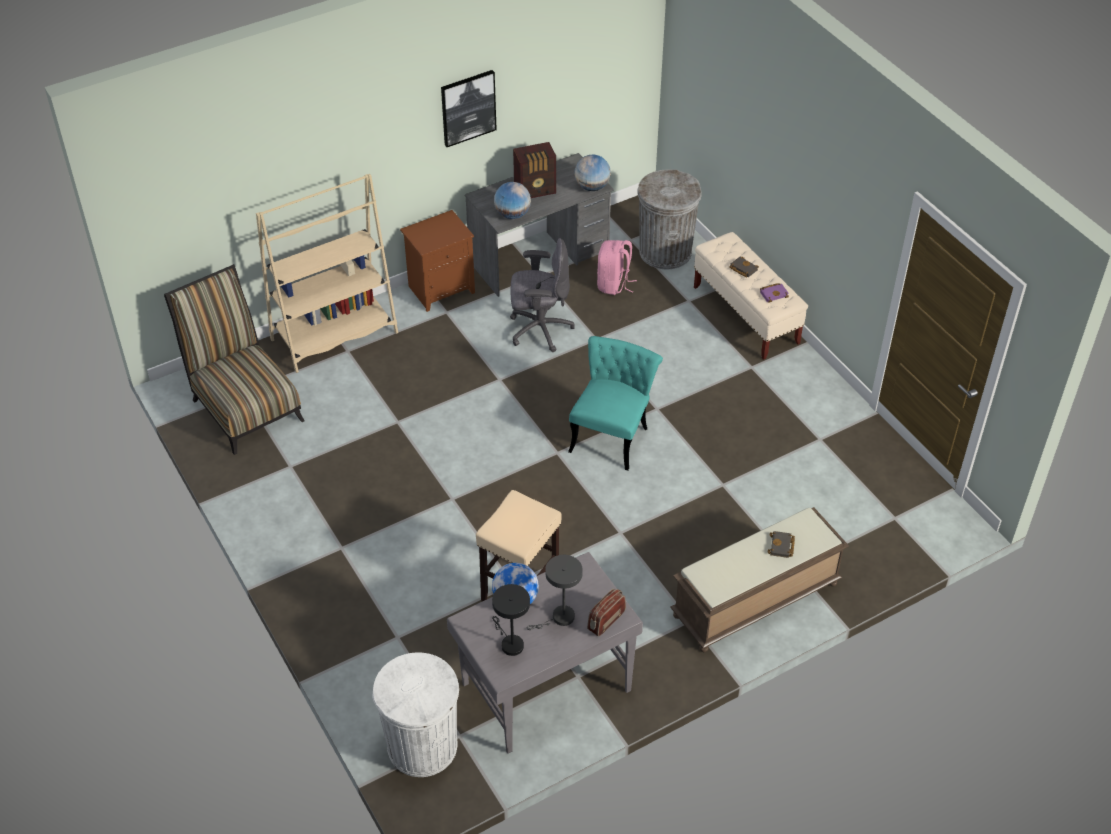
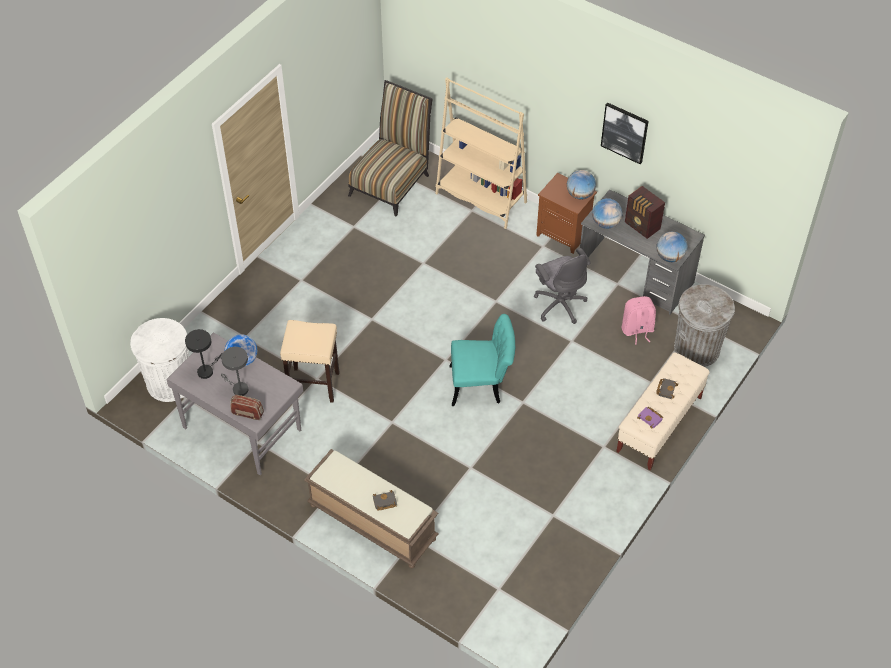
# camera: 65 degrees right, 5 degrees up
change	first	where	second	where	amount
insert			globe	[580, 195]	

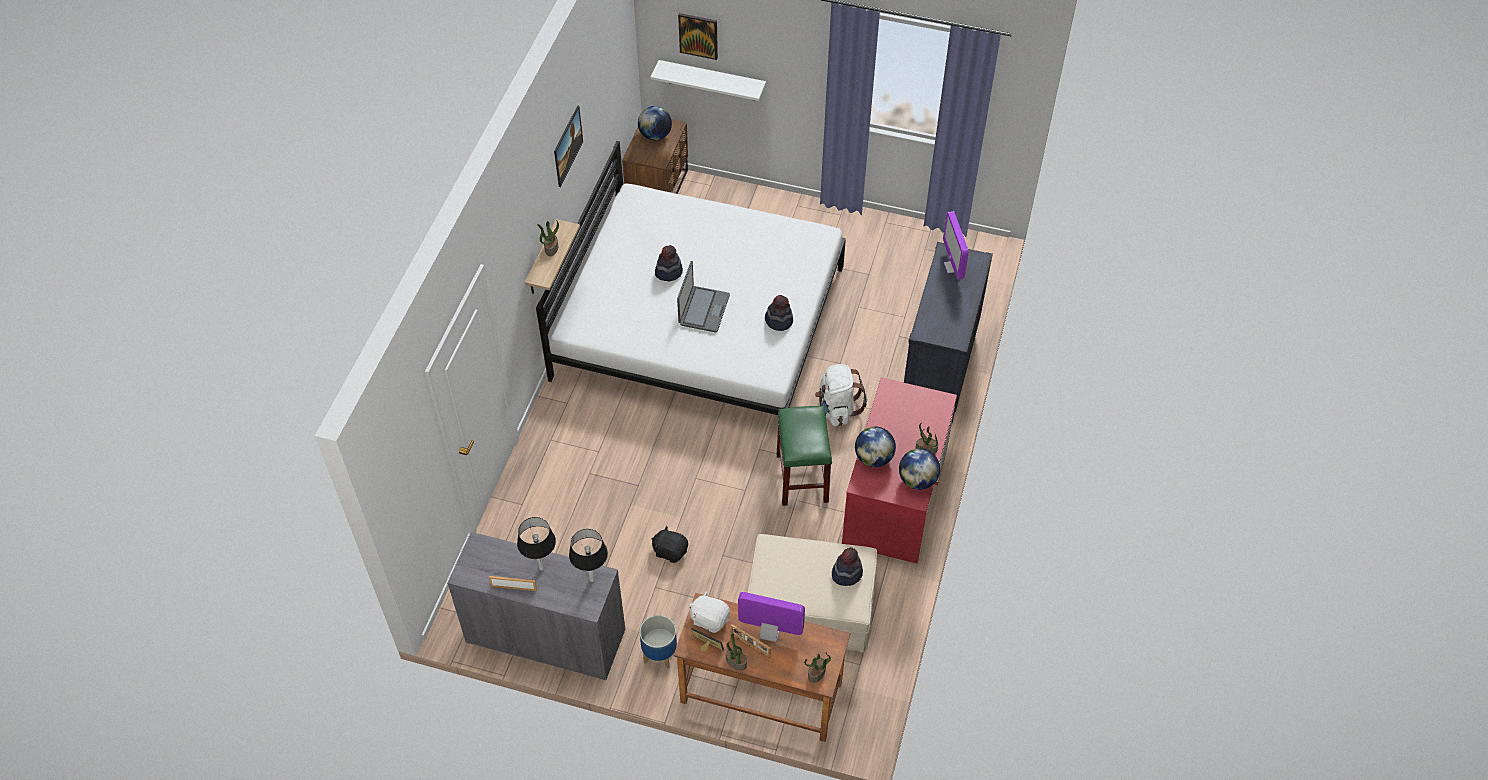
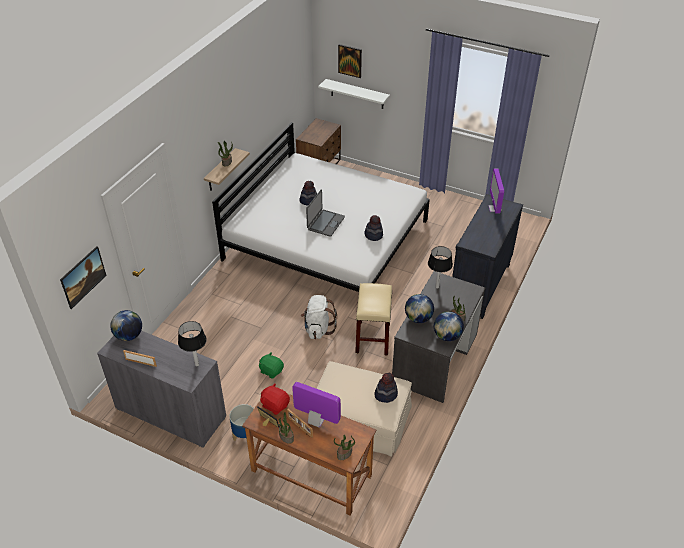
# camera: 10 degrees right, 10 degrees down
change	first	where	second	where	amount
move	wall picture	[569, 155]		[85, 284]	
move	globe	[655, 135]		[129, 335]	
move	backpack (white-coloured)	[837, 408]		[318, 328]	
recolor	desk unit (reddish)	[895, 497]	desk unit (grey)	[435, 358]	
recolor	sitting stool (greenish)	[801, 477]	sitting stool (beige)	[372, 337]	
move	table lamp	[541, 568]		[437, 287]	
recolor	plush toy (black)	[670, 551]	plush toy (greenish)	[271, 371]	
recolor	plush toy (white-coloured)	[710, 619]	plush toy (reddish)	[275, 405]	

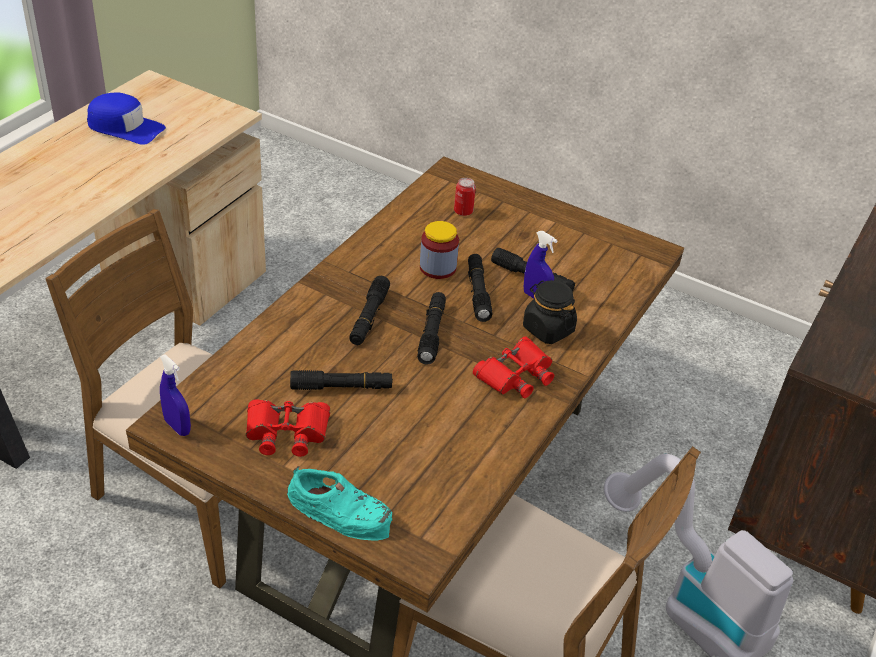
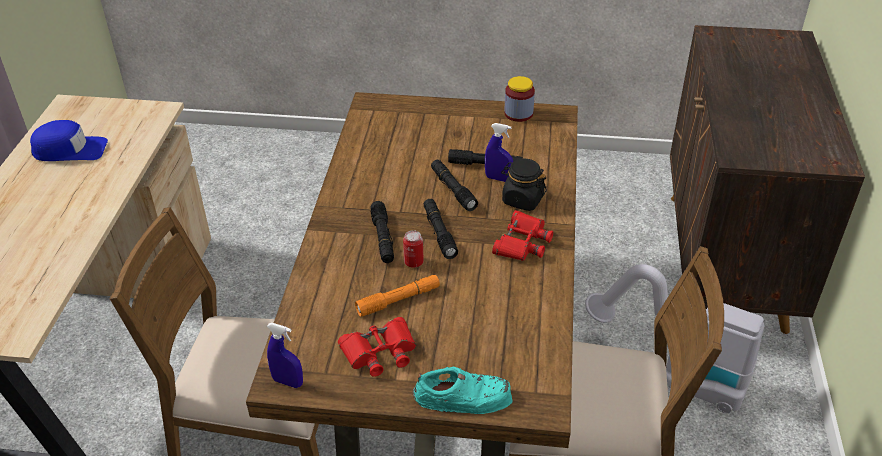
# camera: 20 degrees left, 0 degrees up
change	first	where	second	where	amount
move	sealed can	[463, 211]		[413, 262]	
move	jar	[437, 267]		[518, 113]	
recolor	hand torch (black)	[341, 387]	hand torch (orange)	[398, 300]	

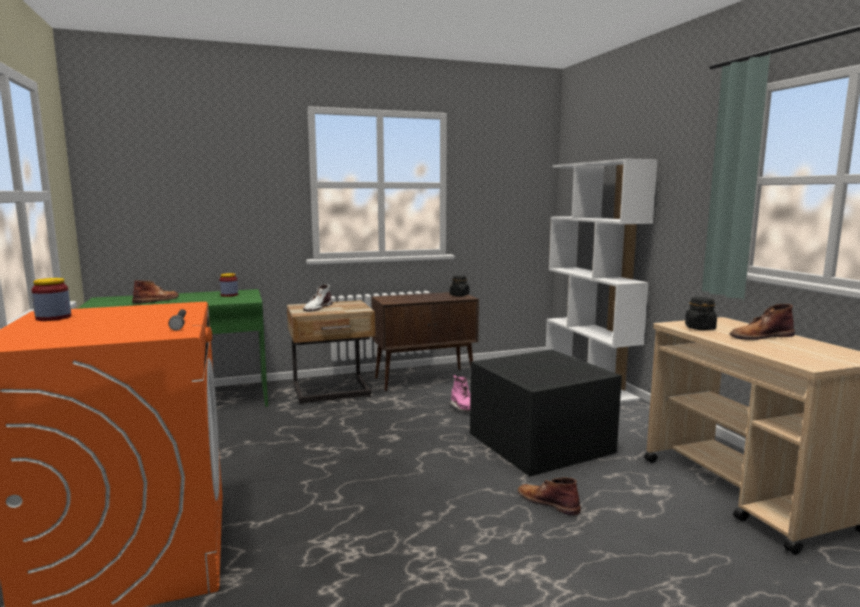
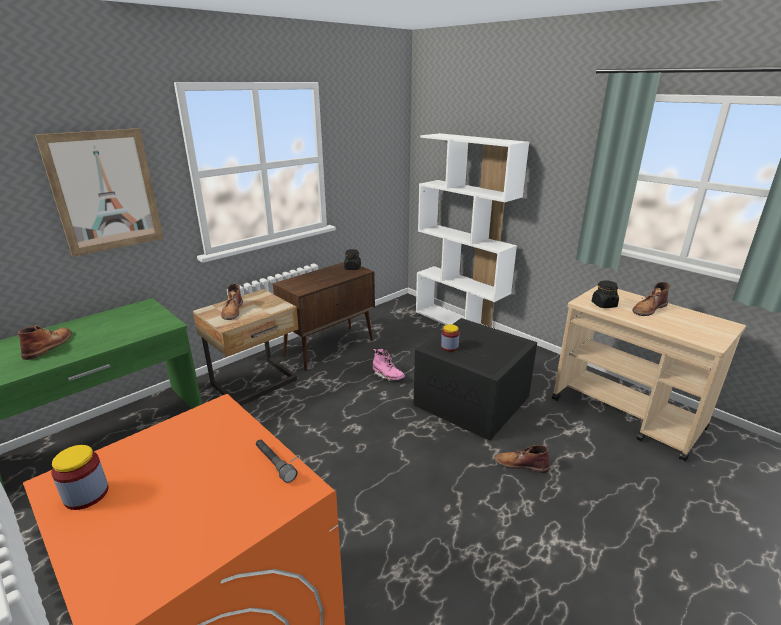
# camera: 25 degrees left, 15 degrees up
change	first	where	second	where	amount
move	jar	[229, 295]		[449, 347]	
recolor	high-top boot (white-coloured)	[317, 307]	high-top boot (brown-coloured)	[232, 311]	
insert			wall picture	[105, 191]	

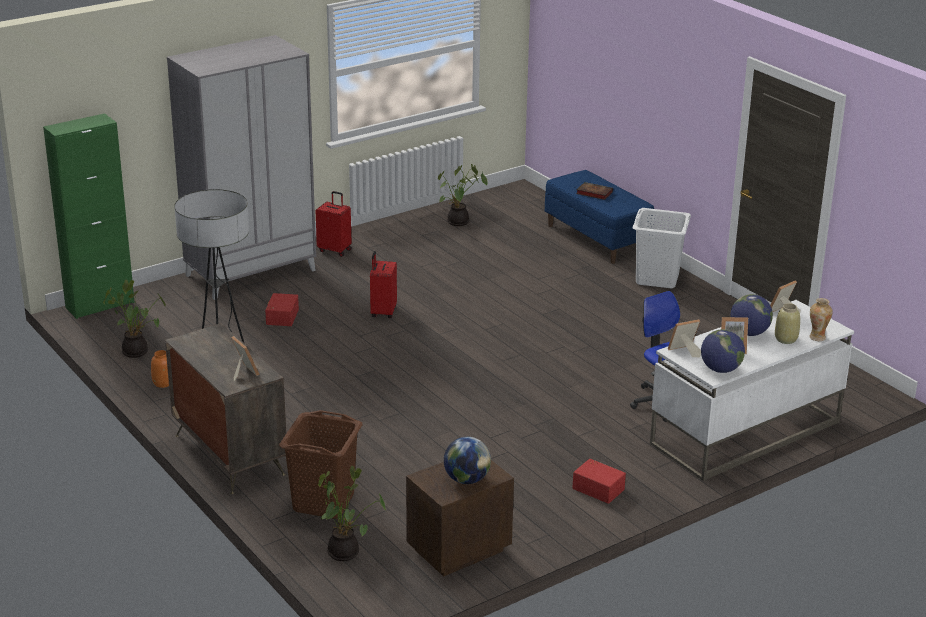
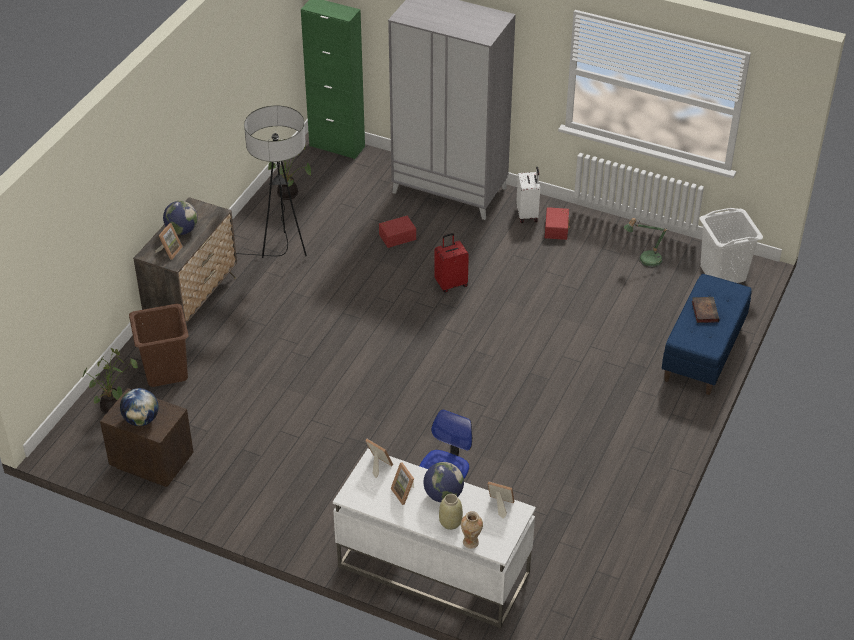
# camera: 60 degrees right, 15 degrees up
change	first	where	second	where	amount
replace	plant in a pot	[459, 223]	table lamp	[646, 259]	
recolor	suitcase (reddish)	[335, 250]	suitcase (white-coloured)	[528, 214]	
move	washing basket (white-coloured)	[657, 279]		[722, 273]	
move	globe	[720, 369]		[182, 230]	
delete	decorative vase (orange)	[163, 383]			
move	storage box (reddish)	[599, 488]		[557, 229]	

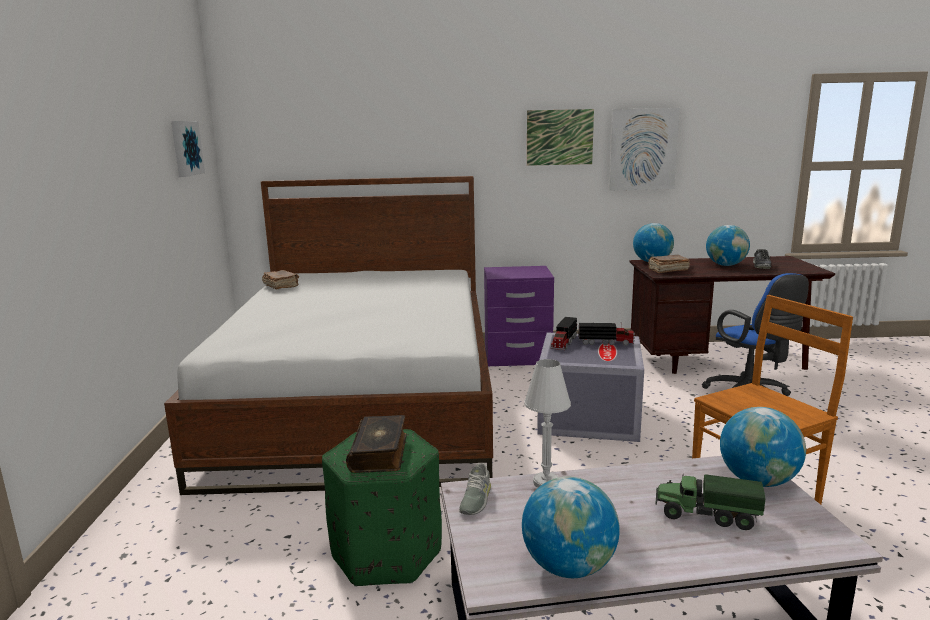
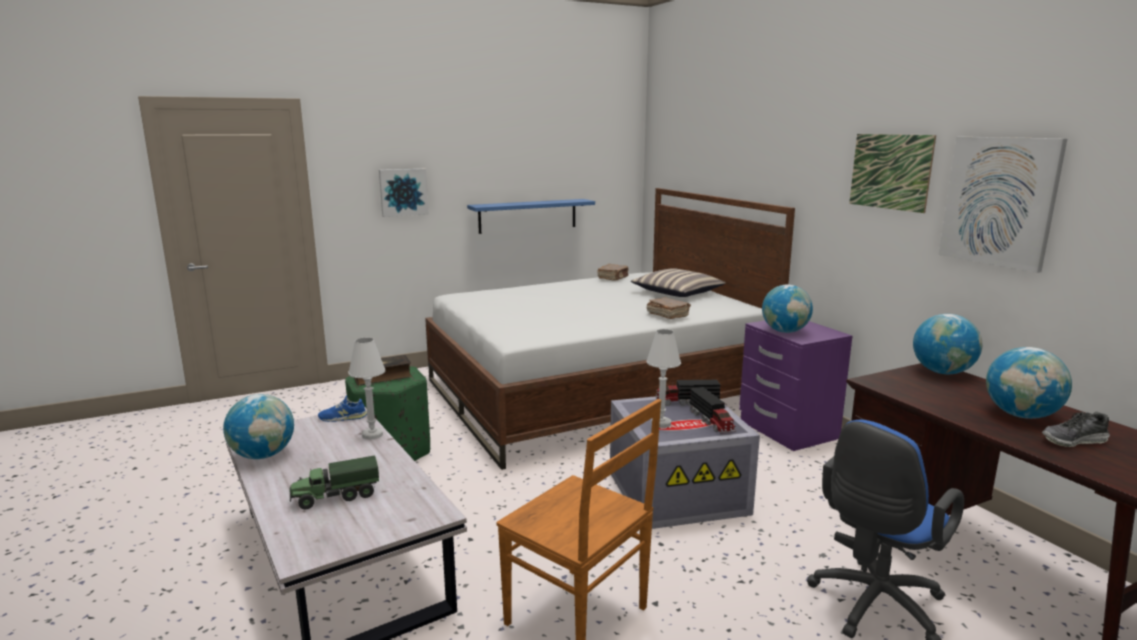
# camera: 65 degrees right, 0 degrees up
change	first	where	second	where	amount
move	wall picture	[185, 148]		[403, 192]	
move	volume (brown-coloured)	[667, 270]		[667, 315]	
move	globe	[758, 481]		[785, 331]	
recolor	item of footwear (grey)	[475, 499]	item of footwear (bluish)	[343, 417]	
rotate	model truck	[706, 515]		[335, 496]	105 degrees counterclockwise
insert			bracket shelf (bluish)	[528, 216]	
insert			cushion	[677, 292]	
insert			table lamp (white-coloured)	[661, 423]	

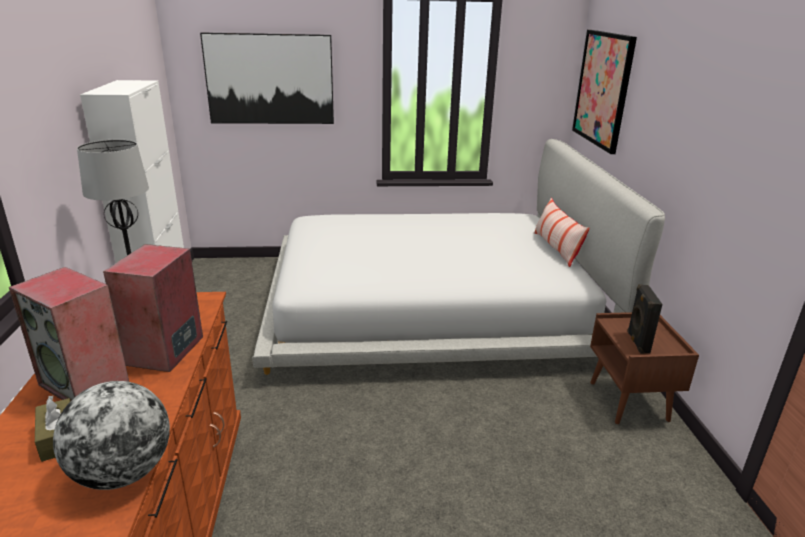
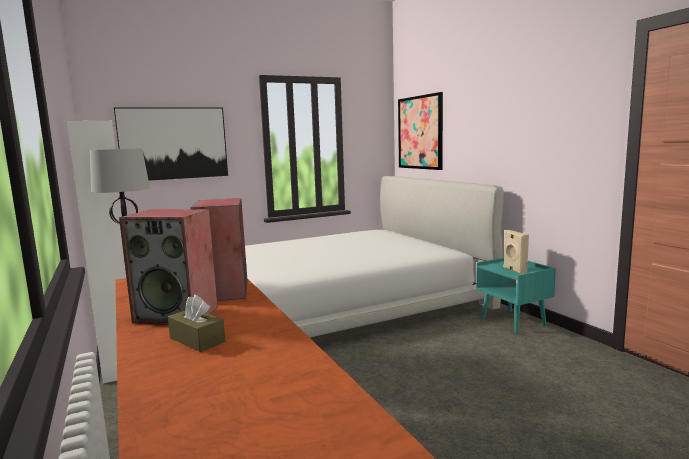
# camera: 20 degrees left, 15 degrees down
change	first	where	second	where	amount
delete	cushion	[556, 248]			
recolor	audio speaker (black)	[637, 342]	audio speaker (beige)	[514, 270]	
recolor	nightstand (brown-coloured)	[629, 402]	nightstand (turquoise)	[513, 322]	
delete	globe	[123, 473]			

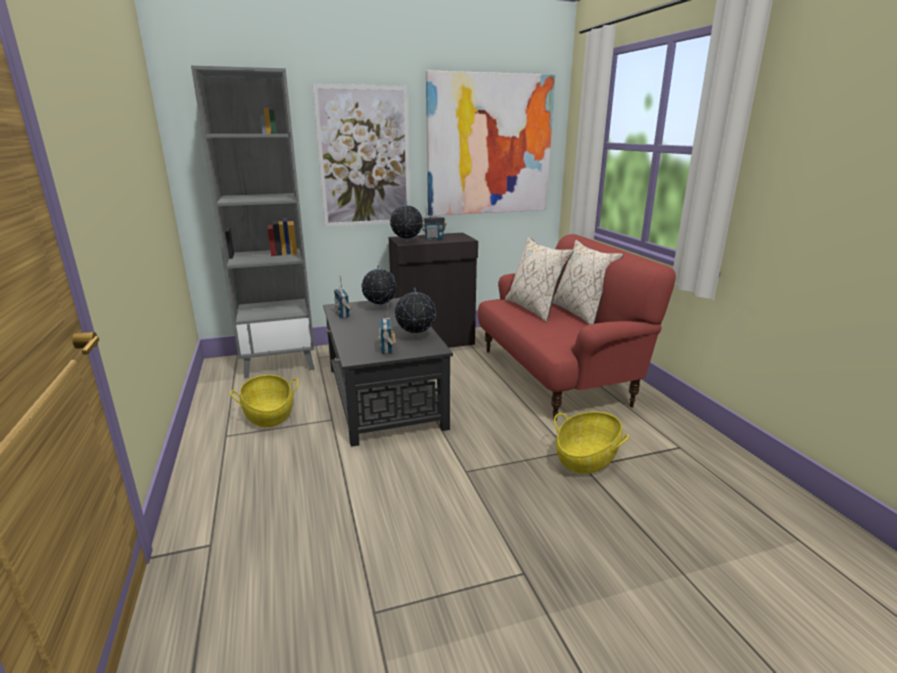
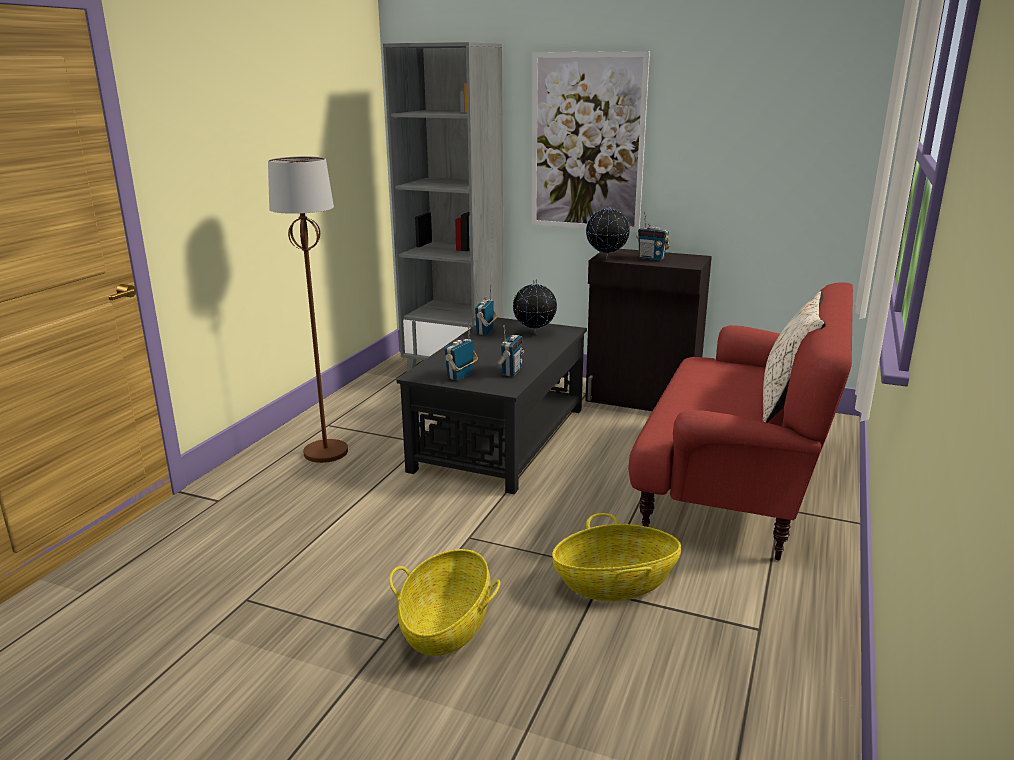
# camera: 40 degrees right, 0 degrees up
change	first	where	second	where	amount
delete	wall picture	[489, 145]			
delete	cushion (beige)	[534, 309]			
replace	globe	[416, 337]	radio	[511, 372]	
move	basket	[269, 414]		[446, 625]	
insert			standing lamp (brown-coloured)	[325, 452]	

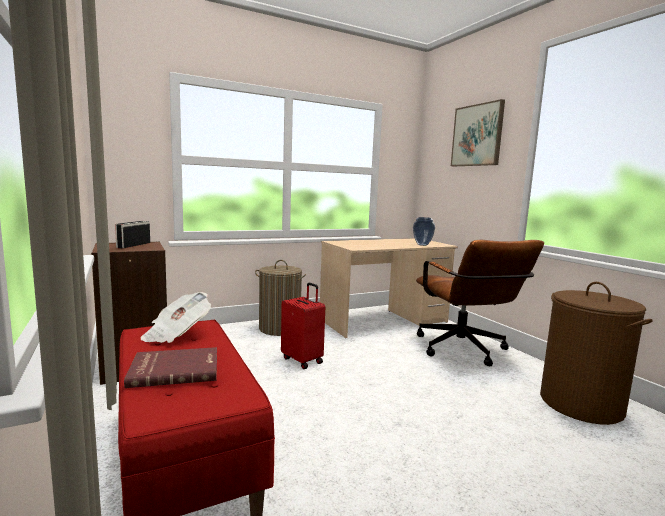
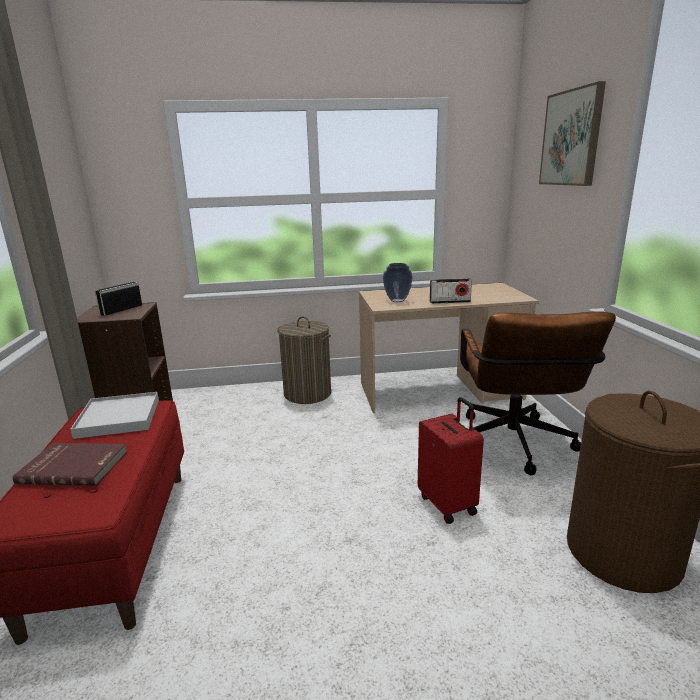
# camera: 20 degrees right, 10 degrees up
change	first	where	second	where	amount
move	decorative vase	[422, 245]		[398, 301]	
move	suitcase (reddish)	[303, 360]		[448, 504]	
replace	printed paper	[176, 334]	carrying tray (white-coloured)	[118, 418]	
insert			radio	[450, 302]	

